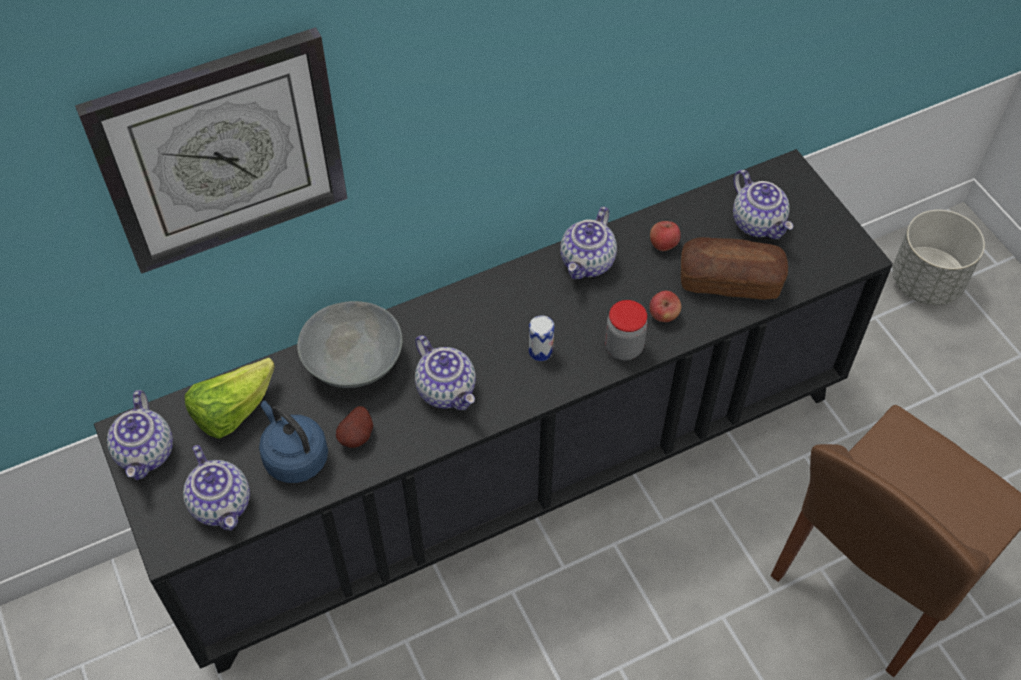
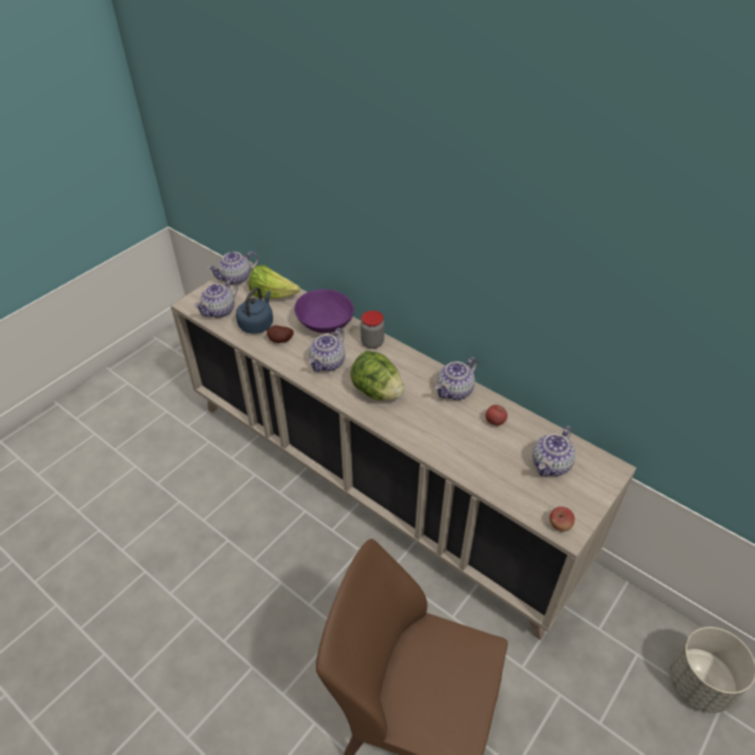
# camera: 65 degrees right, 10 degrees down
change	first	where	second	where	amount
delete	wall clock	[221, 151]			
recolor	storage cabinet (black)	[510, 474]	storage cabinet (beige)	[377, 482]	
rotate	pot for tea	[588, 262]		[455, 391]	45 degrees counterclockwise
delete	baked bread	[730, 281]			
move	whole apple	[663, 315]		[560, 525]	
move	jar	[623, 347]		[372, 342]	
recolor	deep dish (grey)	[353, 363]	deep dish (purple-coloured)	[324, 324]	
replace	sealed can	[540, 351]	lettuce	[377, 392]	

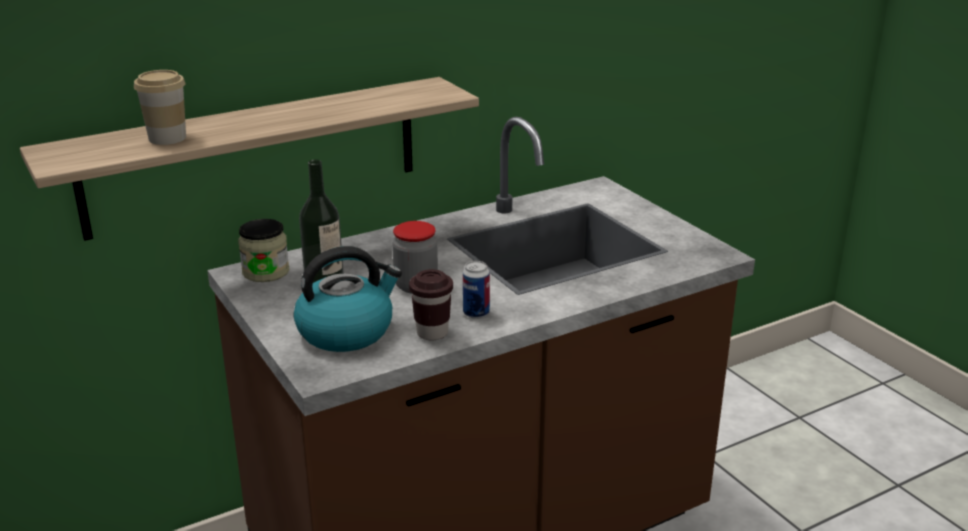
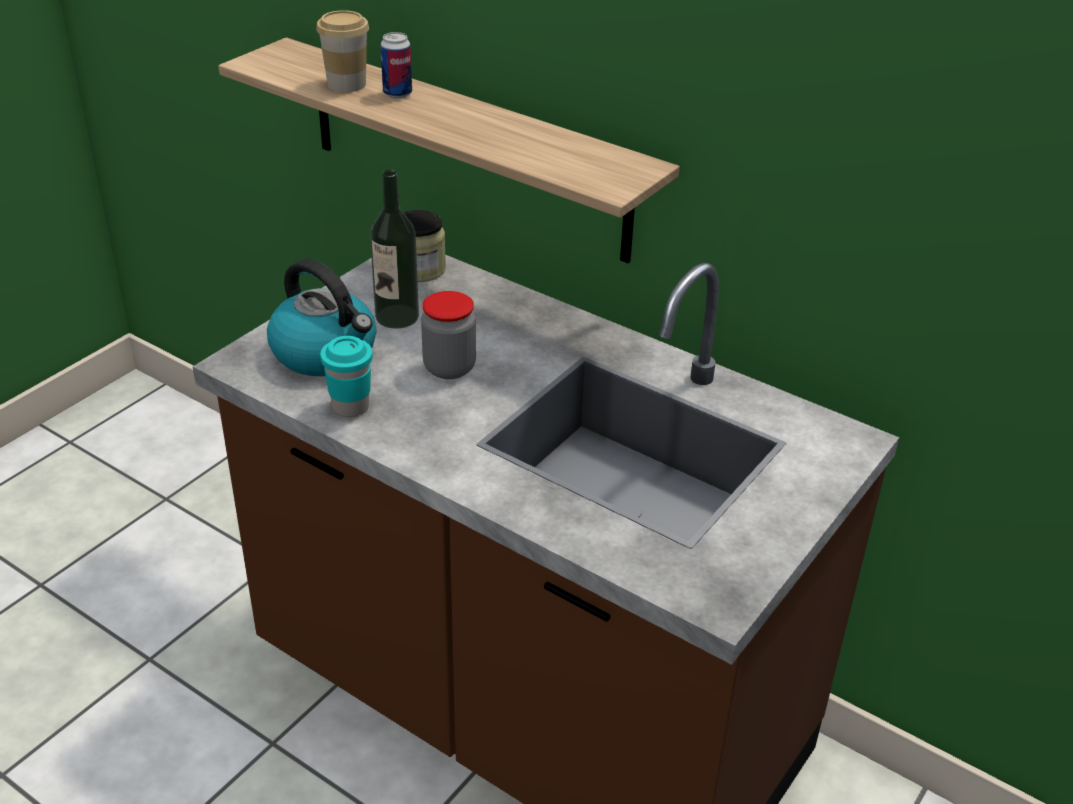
# camera: 65 degrees right, 10 degrees up
change	first	where	second	where	amount
move	sealed can	[476, 313]		[397, 94]	
recolor	cup (brown-coloured)	[432, 333]	cup (turquoise)	[350, 407]	

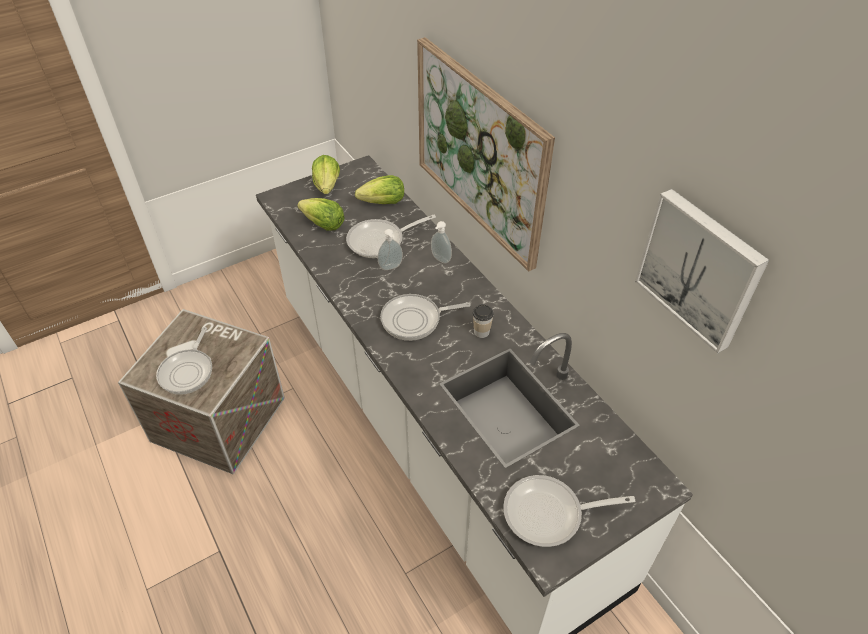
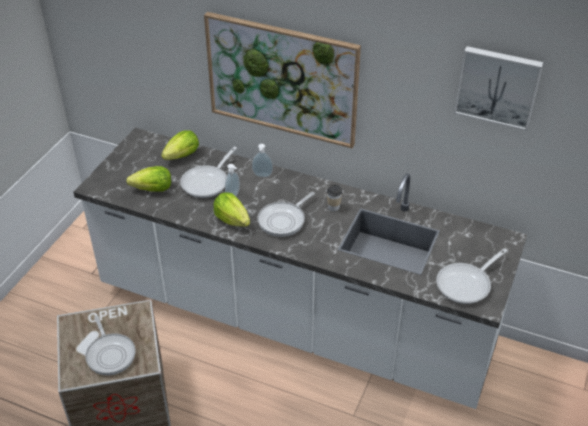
# camera: 35 degrees left, 5 degrees down
change	first	where	second	where	amount
move	lettuce	[327, 186]		[232, 220]	

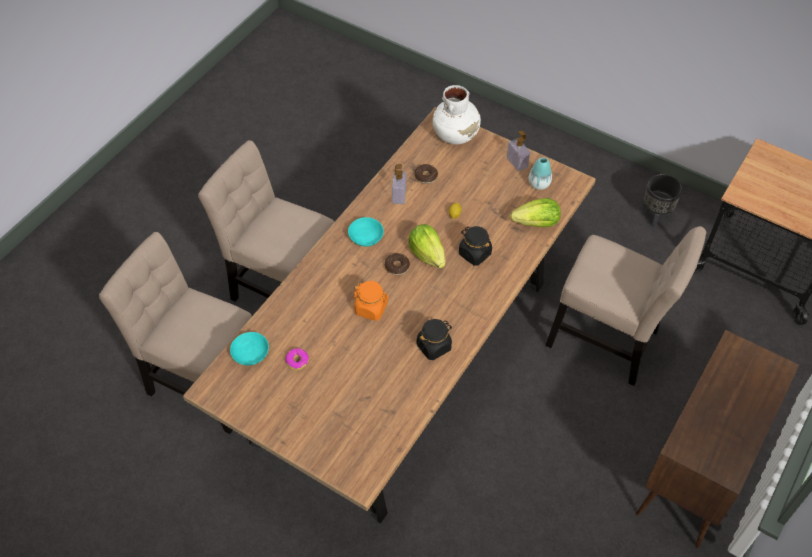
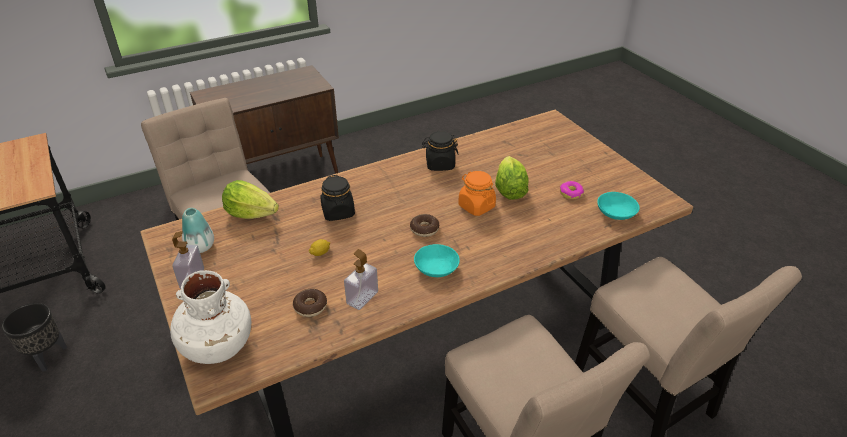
# camera: 150 degrees left, 15 degrees down
change	first	where	second	where	amount
move	lettuce	[427, 254]		[509, 190]	

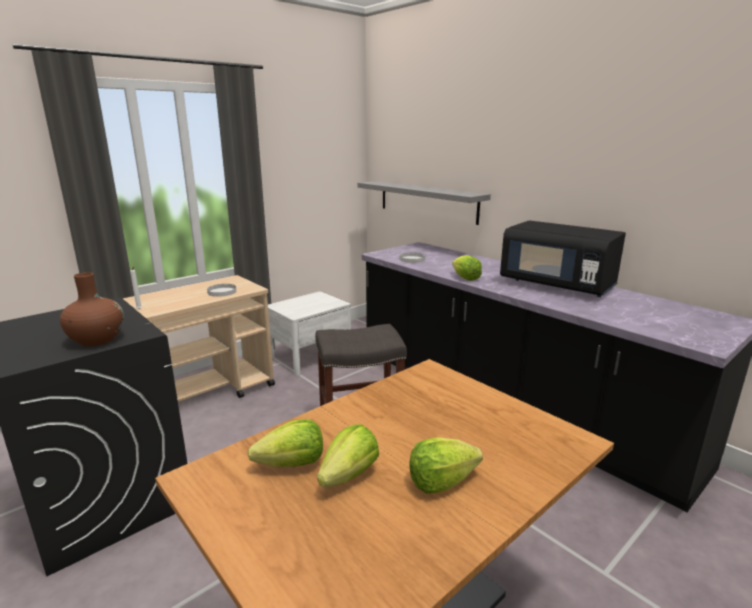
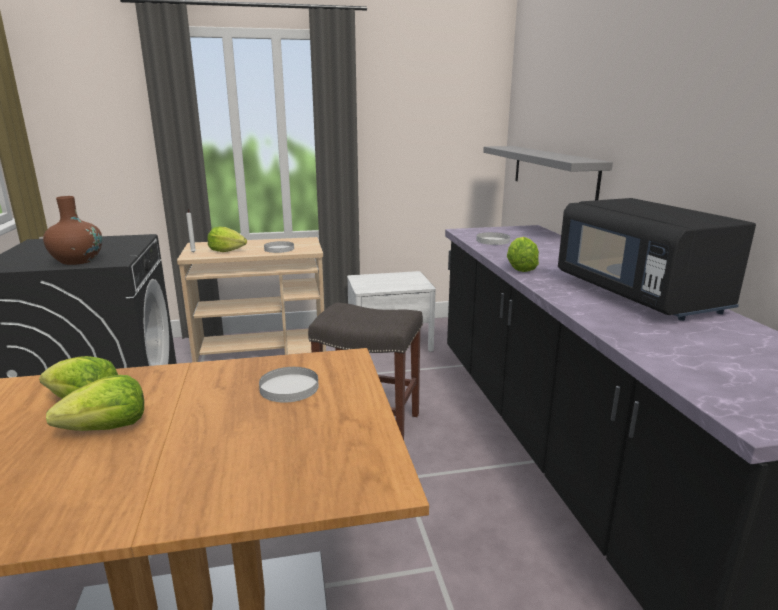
# camera: 30 degrees right, 0 degrees up
change	first	where	second	where	amount
move	lettuce	[441, 481]		[226, 251]	
insert			plate (white-coloured)	[289, 387]	

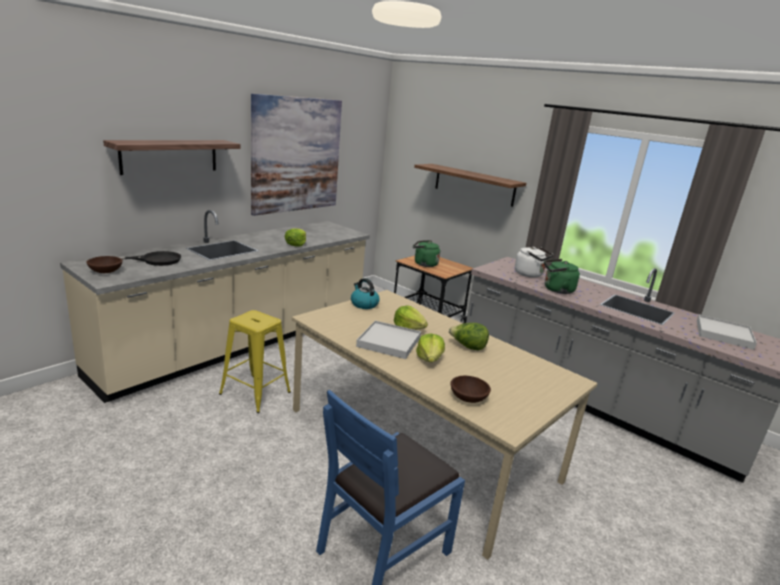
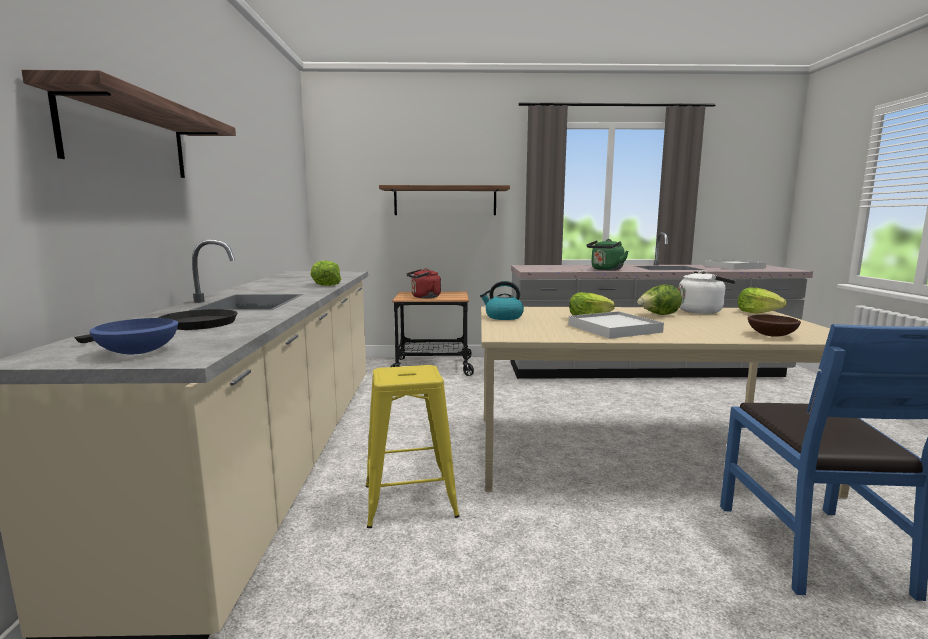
# camera: 40 degrees left, 10 degrees down
change	first	where	second	where	amount
delete	wall picture	[296, 155]			
recolor	water kettle (greenish)	[424, 264]	water kettle (reddish)	[424, 297]	
move	water kettle (white-coloured)	[530, 274]		[702, 311]	
recolor	deep dish (brown-coloured)	[106, 271]	deep dish (bluish)	[139, 351]	
move	lettuce	[429, 359]		[758, 312]	

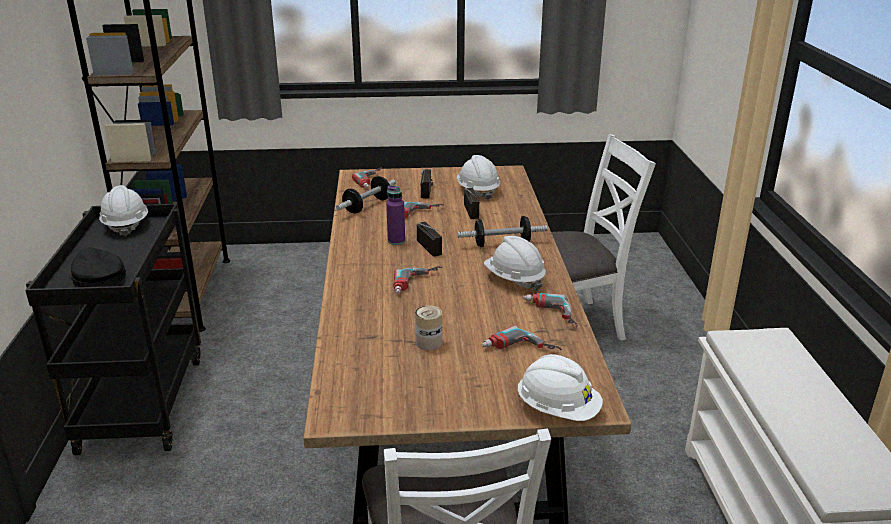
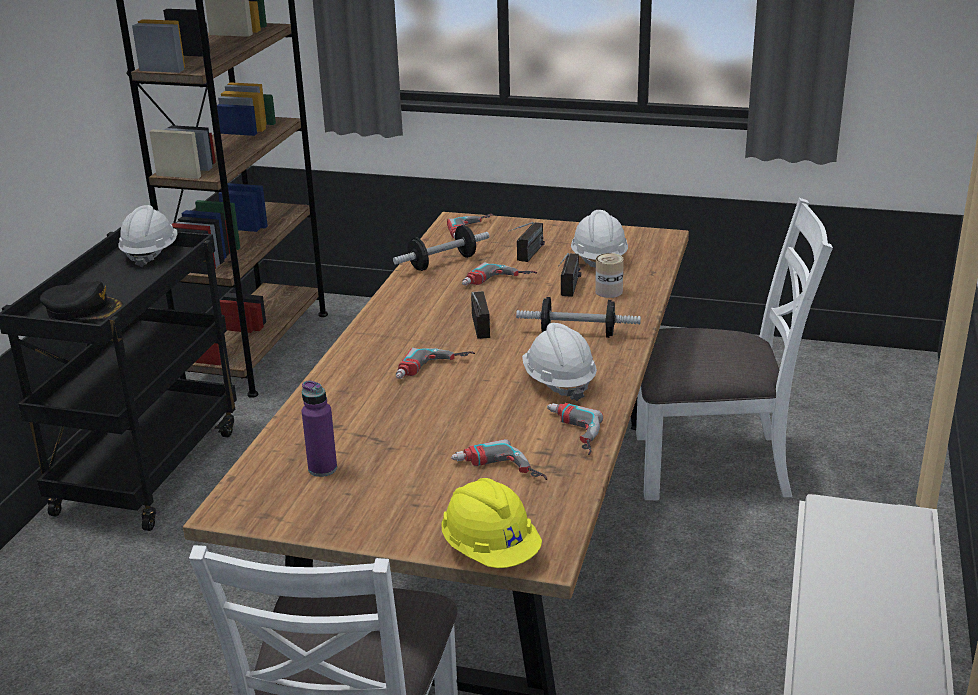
# camera: 20 degrees right, 0 degrees up
change	first	where	second	where	amount
move	drink bottle (purple-coloured)	[396, 241]		[322, 469]	
rotate	peaked cap (black)	[97, 276]		[84, 310]	120 degrees clockwise
move	sealed can	[428, 342]		[609, 292]	
recolor	hard hat (white-coloured)	[558, 409]	hard hat (yellowish)	[490, 551]	

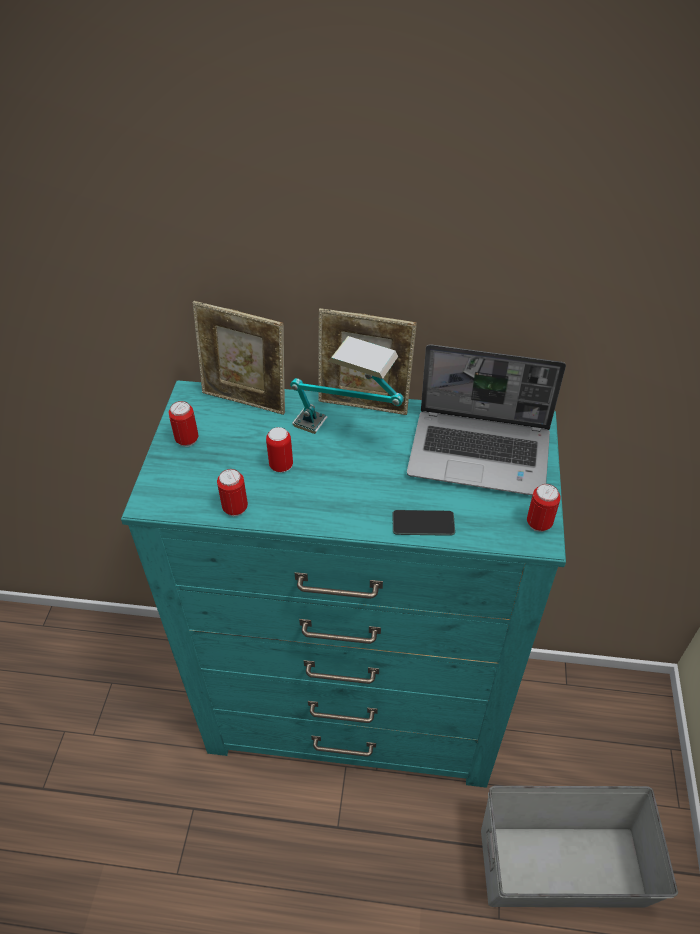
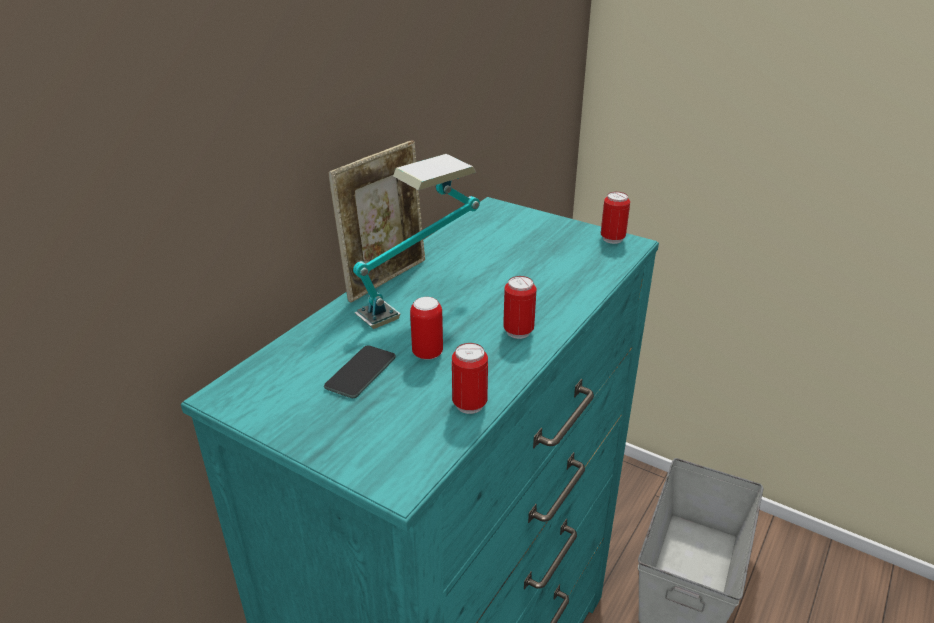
# camera: 65 degrees left, 15 degrees down
change	first	where	second	where	amount
delete	picture frame	[246, 400]			
delete	portable computer	[481, 453]			
move	sealed can	[187, 440]		[518, 331]	
move	handset	[423, 523]		[360, 372]	

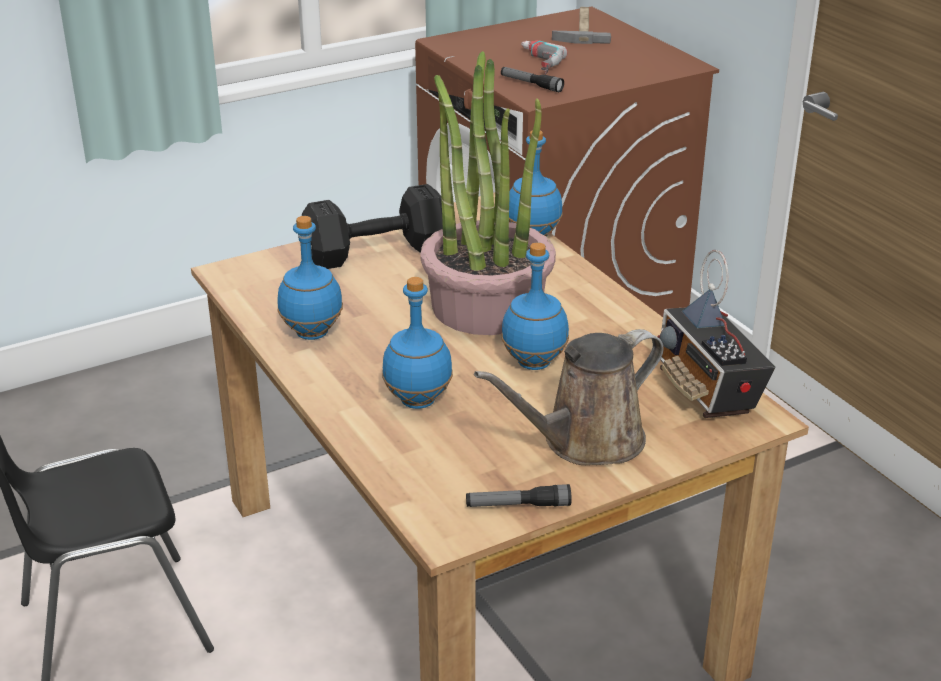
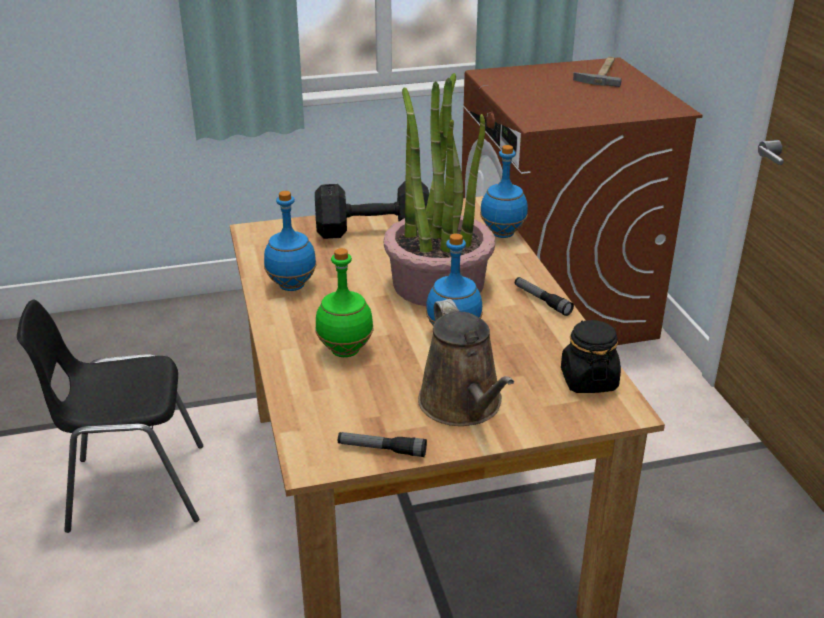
# camera: 15 degrees right, 0 degrees up
change	first	where	second	where	amount
delete	drill	[534, 63]			
move	hand torch	[531, 84]		[542, 301]	
replace	radio	[708, 392]	jar (black)	[588, 380]	
recolor	drink bottle (bluish)	[418, 400]	drink bottle (greenish)	[346, 350]	
rotate	watering can (brown-coloured)	[585, 442]		[463, 406]	90 degrees counterclockwise

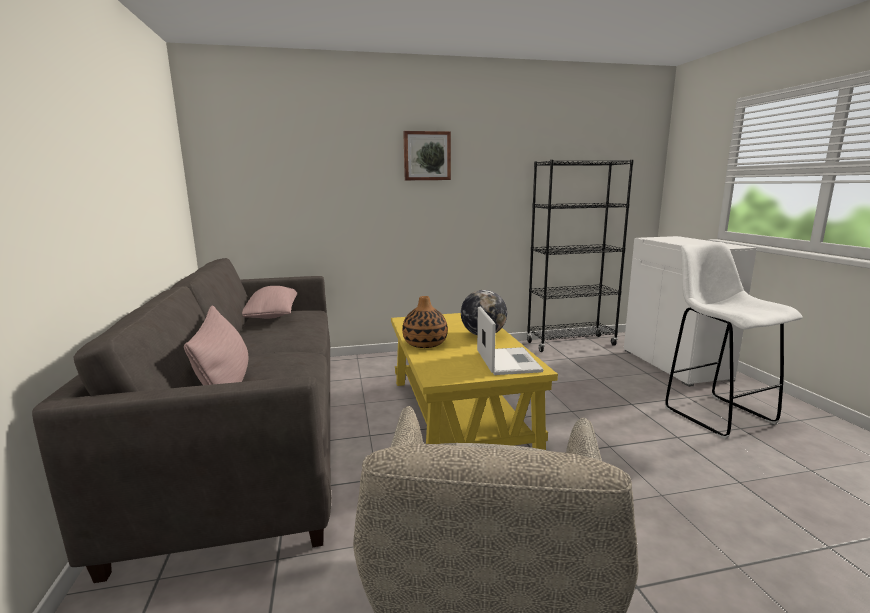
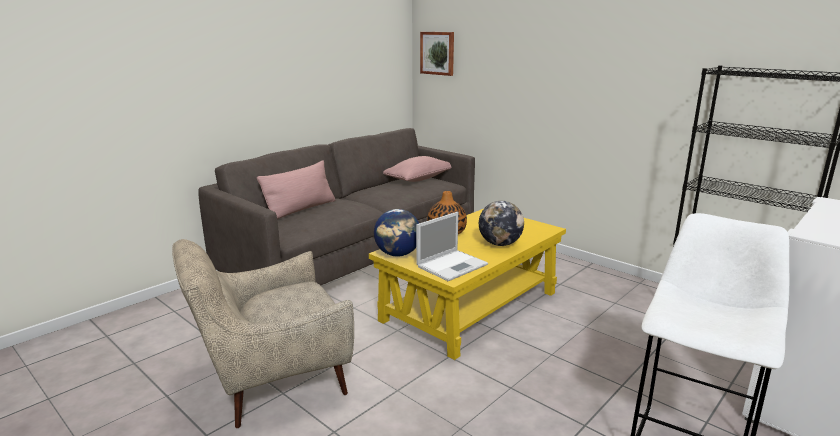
# camera: 55 degrees right, 5 degrees up
change	first	where	second	where	amount
move	wall picture	[427, 156]		[437, 53]	
insert			globe	[398, 254]	

